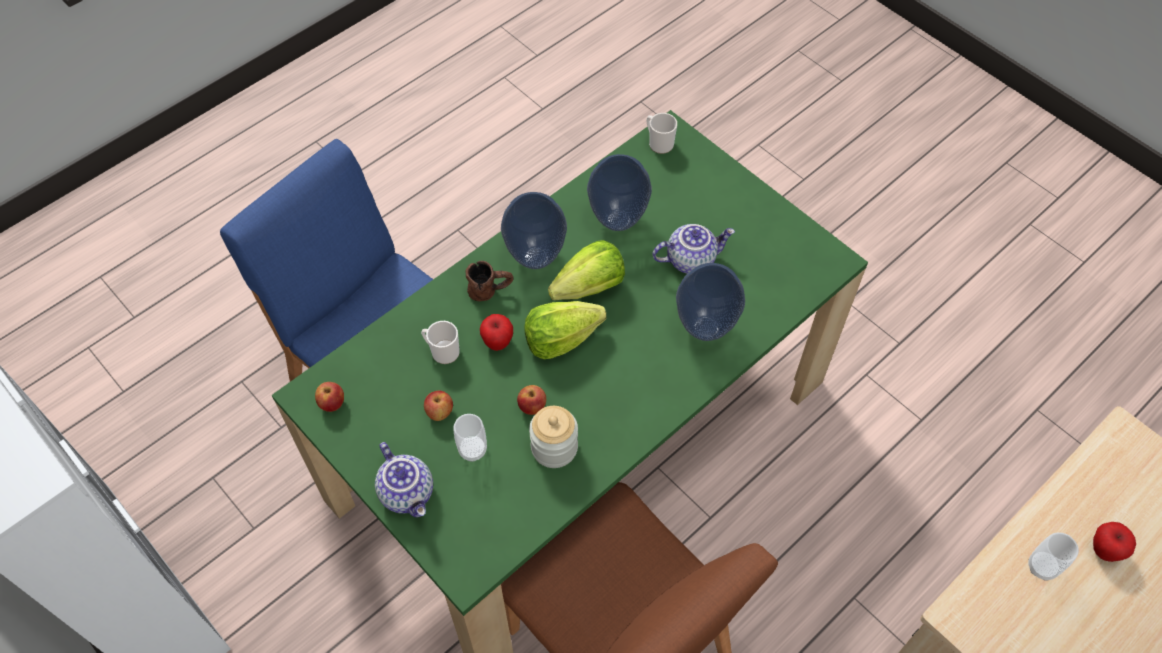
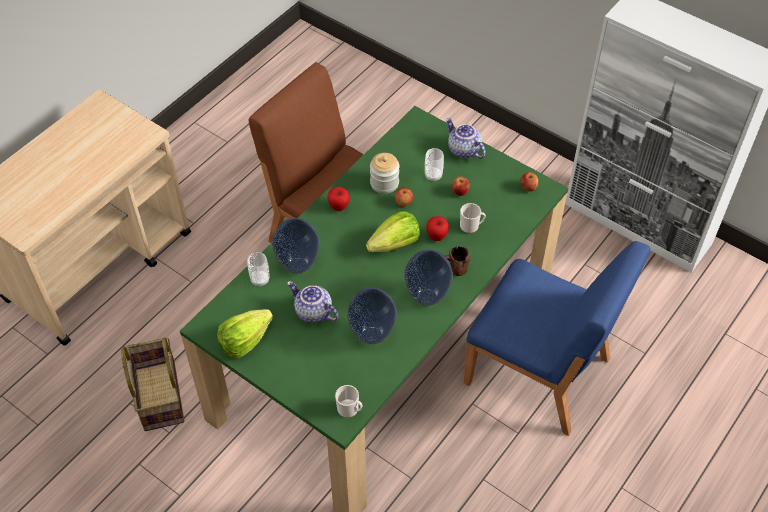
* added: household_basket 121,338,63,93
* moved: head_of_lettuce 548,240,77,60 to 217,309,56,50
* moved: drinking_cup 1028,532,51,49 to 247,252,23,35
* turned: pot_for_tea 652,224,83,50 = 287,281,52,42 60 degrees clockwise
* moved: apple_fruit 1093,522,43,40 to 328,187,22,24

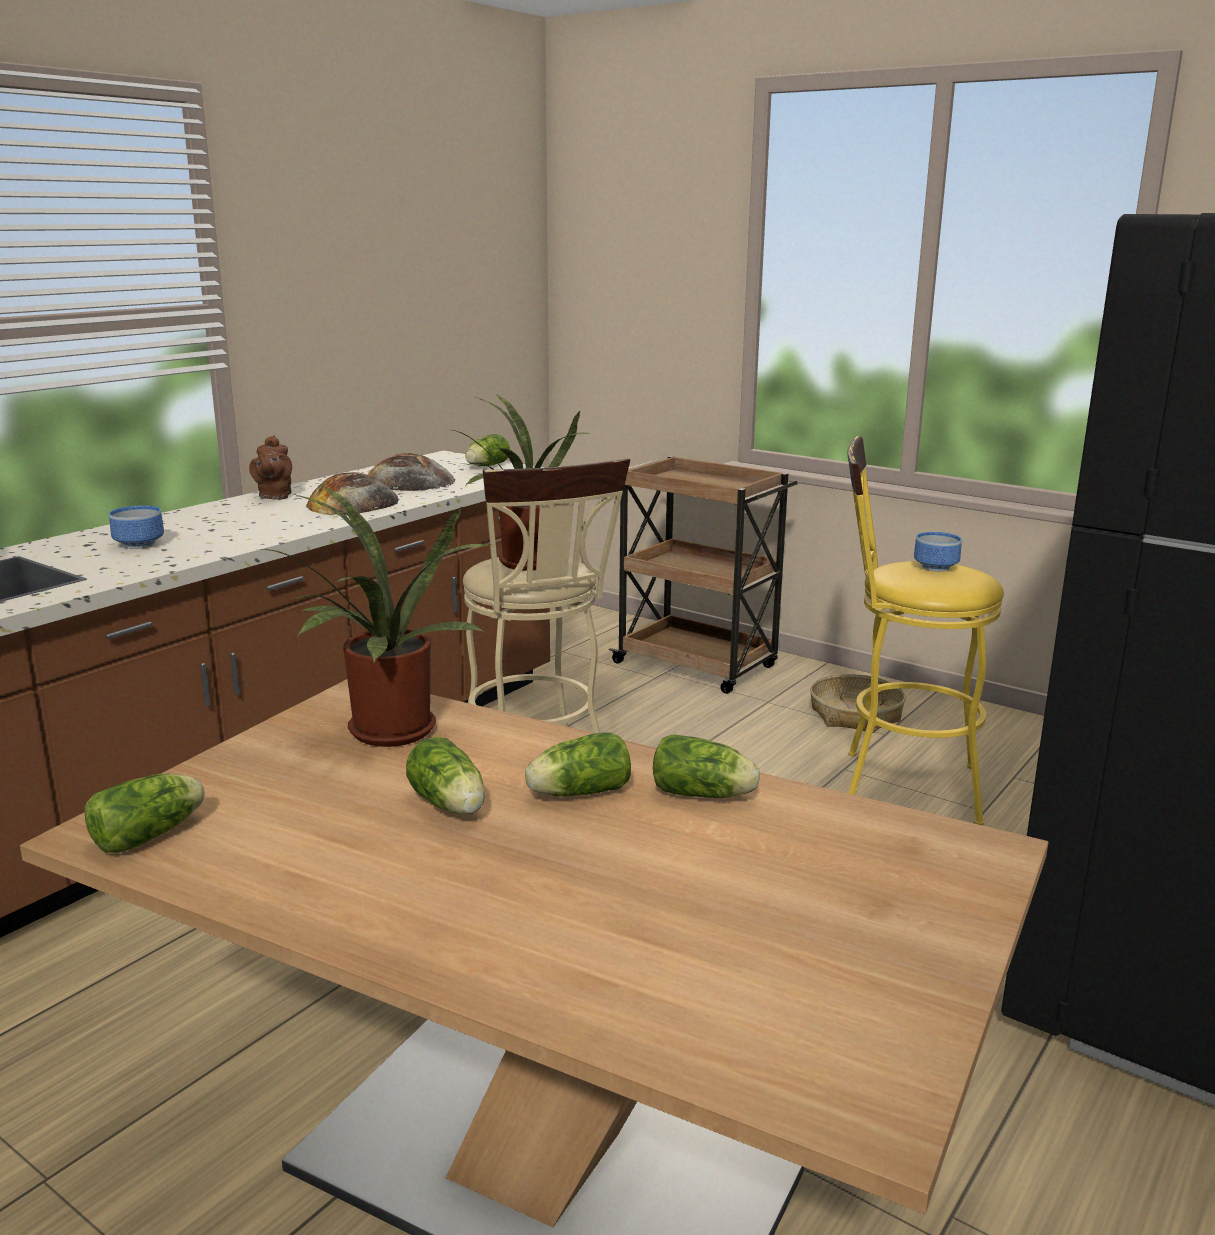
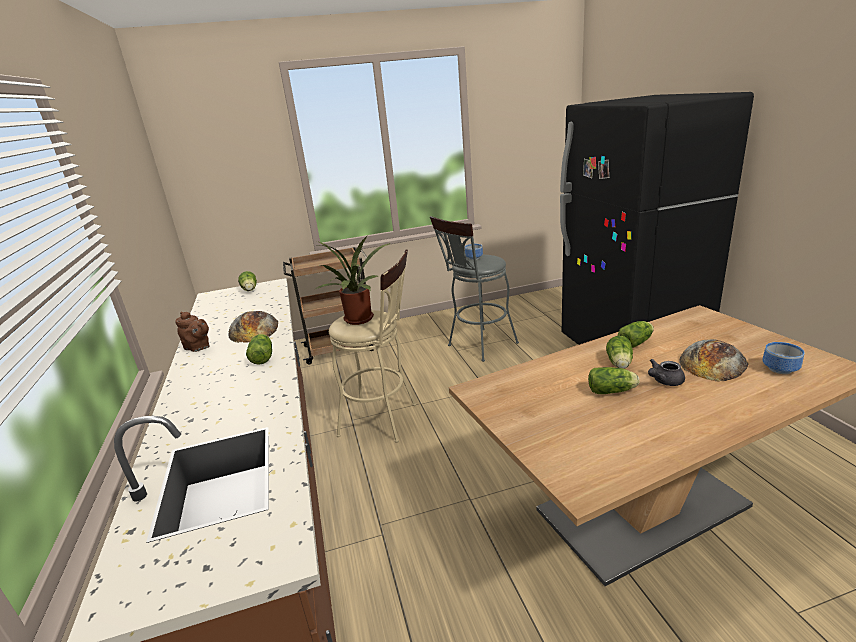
* moved: head_of_lettuce 85,773,120,80 to 246,334,26,31
* recoloured: yellow-coloured_sitting_stool 847,436,157,389 to grey_sitting_stool 430,216,89,146
* added: grey_pot_for_tea 648,359,37,27
* moved: bakery_bread 367,453,88,38 to 679,339,70,43
* moved: deep_dish 109,506,55,43 to 762,342,43,32
* removed: plant_in_a_pot 261,485,229,262
* removed: household_basket 810,674,96,59

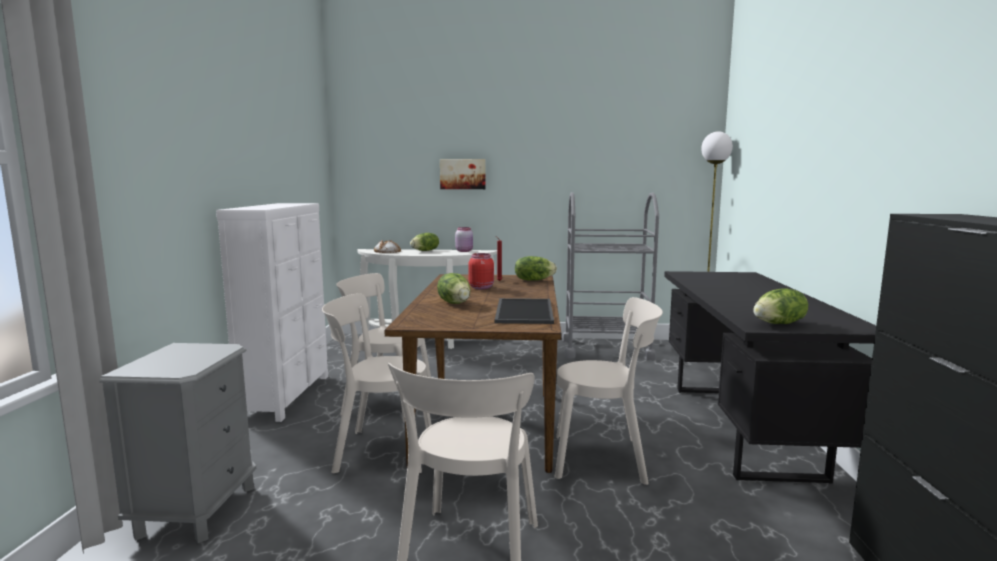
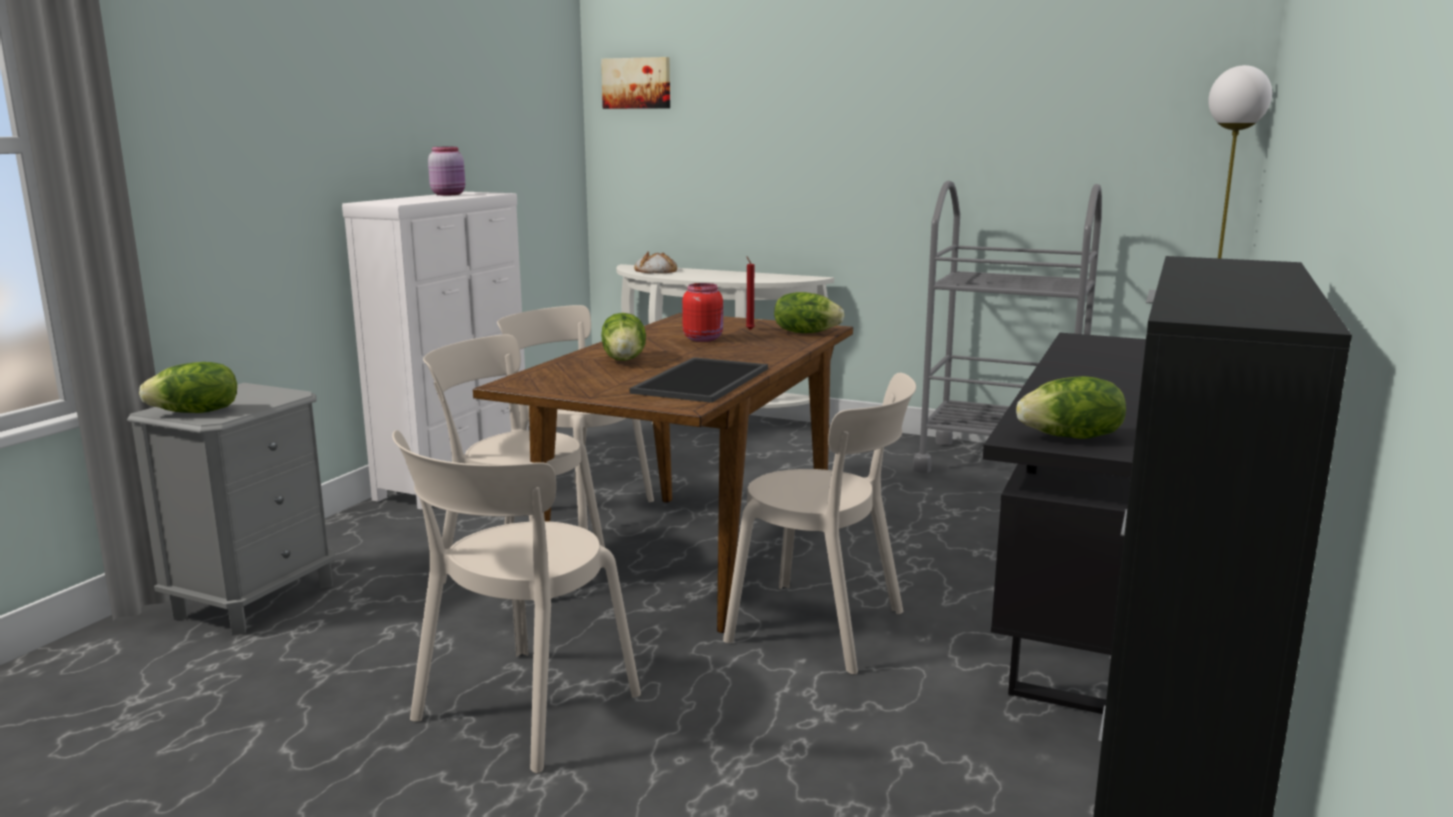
* moved: head_of_lettuce 410,233,29,18 to 139,362,98,51
* moved: pink-coloured_preserve_jar 455,227,18,25 to 428,147,37,48
* moved: wall_art 440,159,46,30 to 601,57,69,52

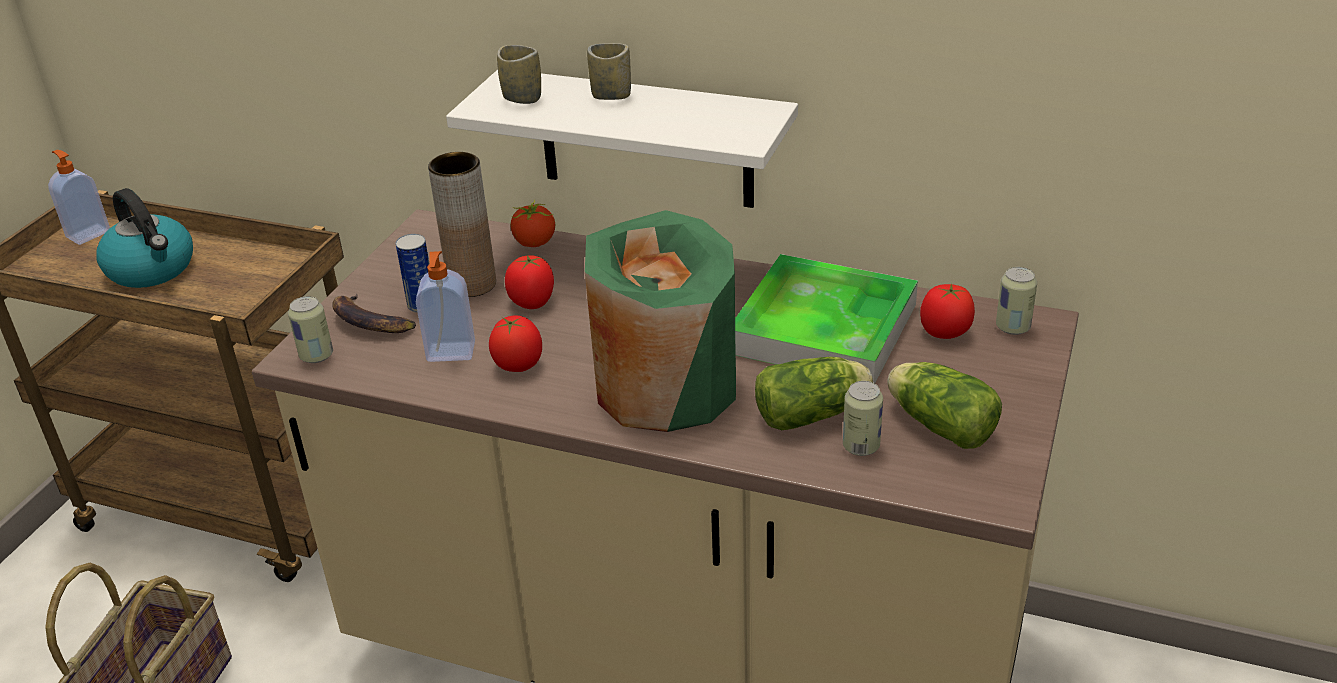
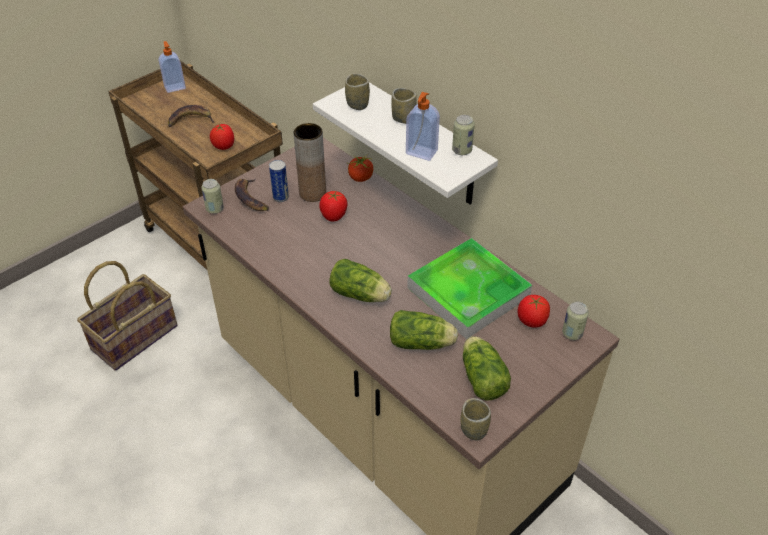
* replaced: water_kettle 96,188,97,100 to banana 168,105,47,22
* moved: tomato 489,315,53,57 to 210,123,24,27
* replaced: green_decorative_vase 585,210,151,222 to head_of_lettuce 329,259,63,43
* moved: liquid_soap_bottle 416,251,59,111 to 406,92,34,69
* moved: can 843,381,40,75 to 452,115,23,40
* added: drinking_cup 460,398,31,42

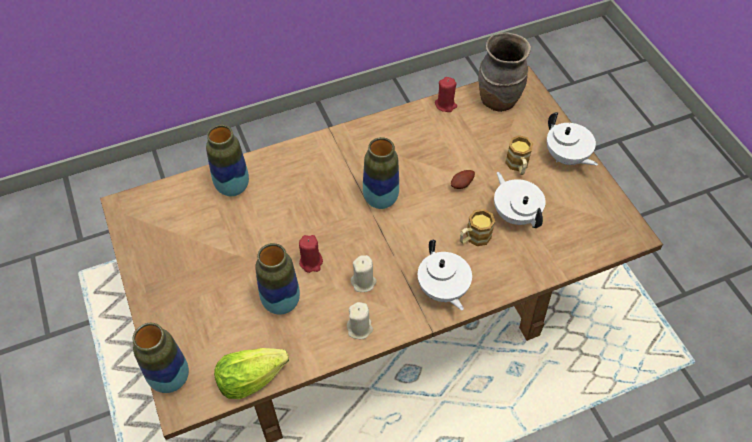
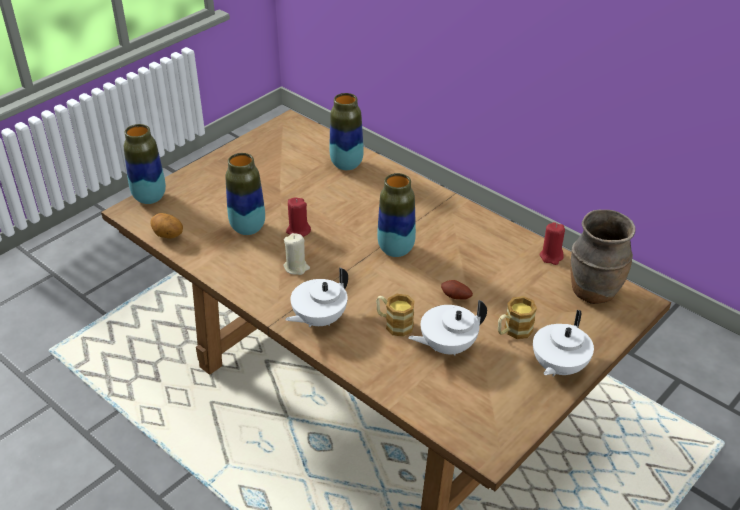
* replaced: head_of_lettuce 214,348,75,51 to potato 150,213,33,26
* turned: white_pot_for_tea 494,172,52,56 = 408,300,79,56 150 degrees counterclockwise
* removed: beige_candle 347,302,26,37

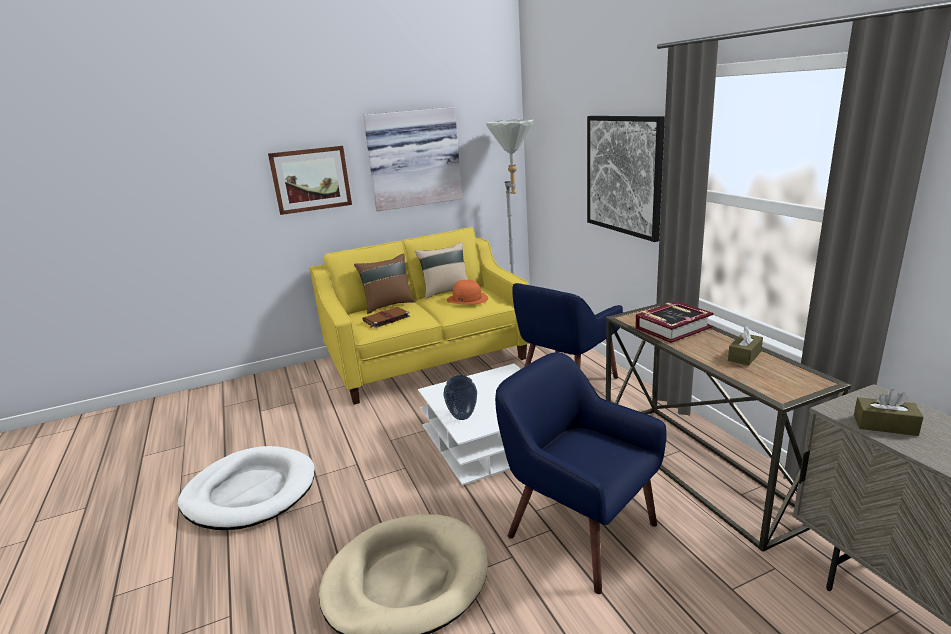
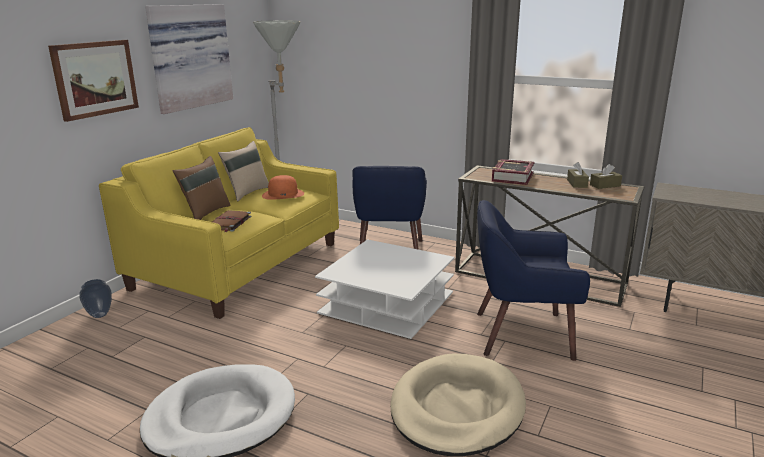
* moved: decorative_vase 443,375,34,45 to 79,279,33,39
* moved: brownish_tissue_holder 854,389,70,47 to 590,164,32,25
* removed: wall_art 587,116,78,126

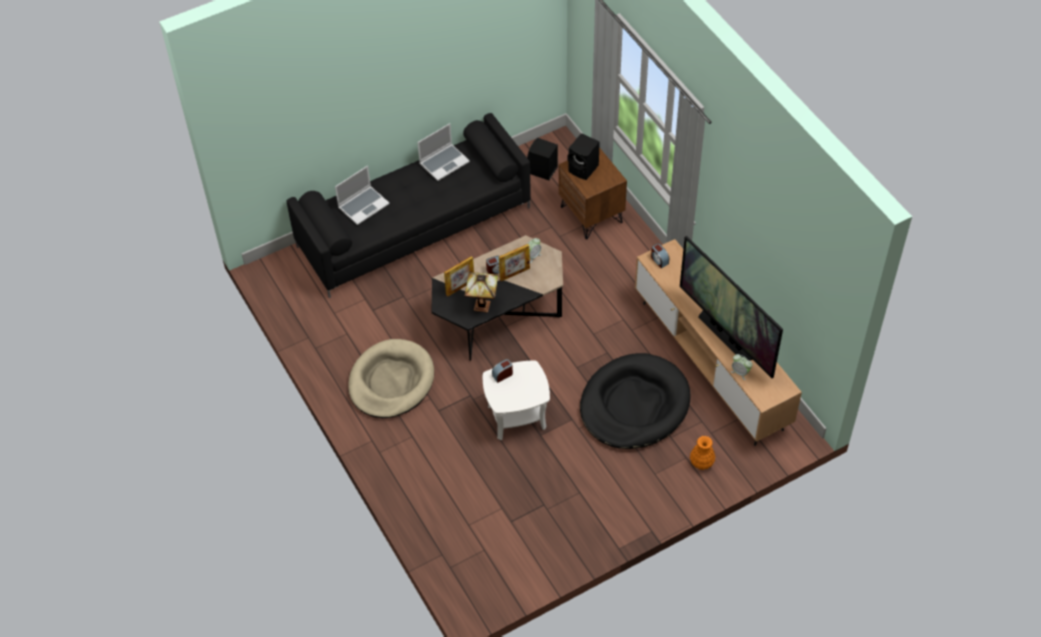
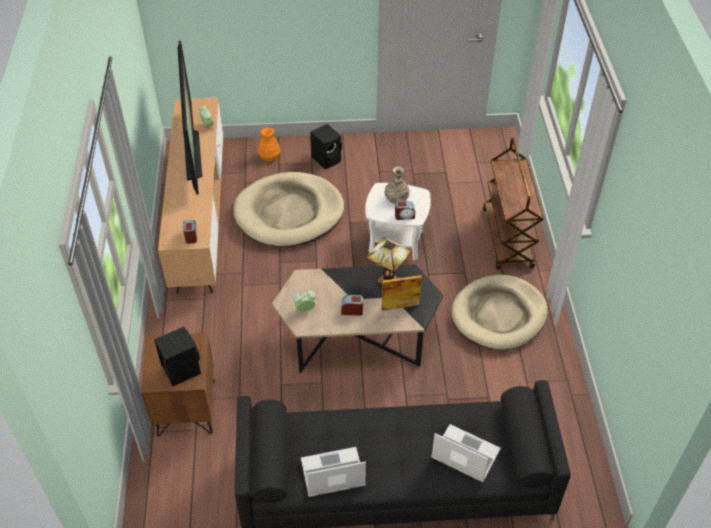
* recoloured: black_dog_bed 580,353,111,96 to beige_dog_bed 233,172,111,75
* moved: black_loudspeaker 527,138,31,43 to 311,124,31,45
* added: decorative_vase 385,167,25,37
* turned: portable_computer 335,166,55,59 = 431,424,70,58 45 degrees clockwise
* added: brownish_wheeled_cart 483,138,61,132
* removed: photo_frame 499,244,31,37

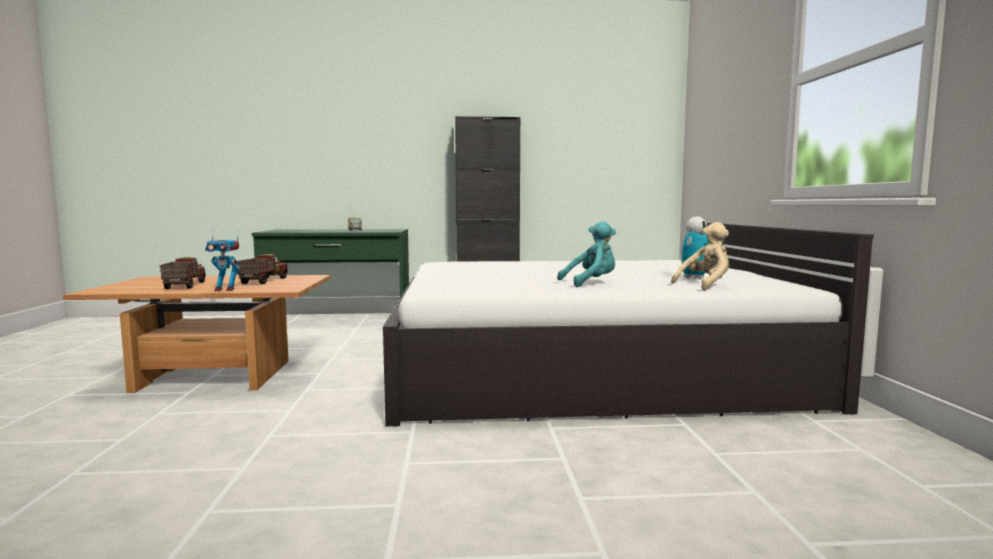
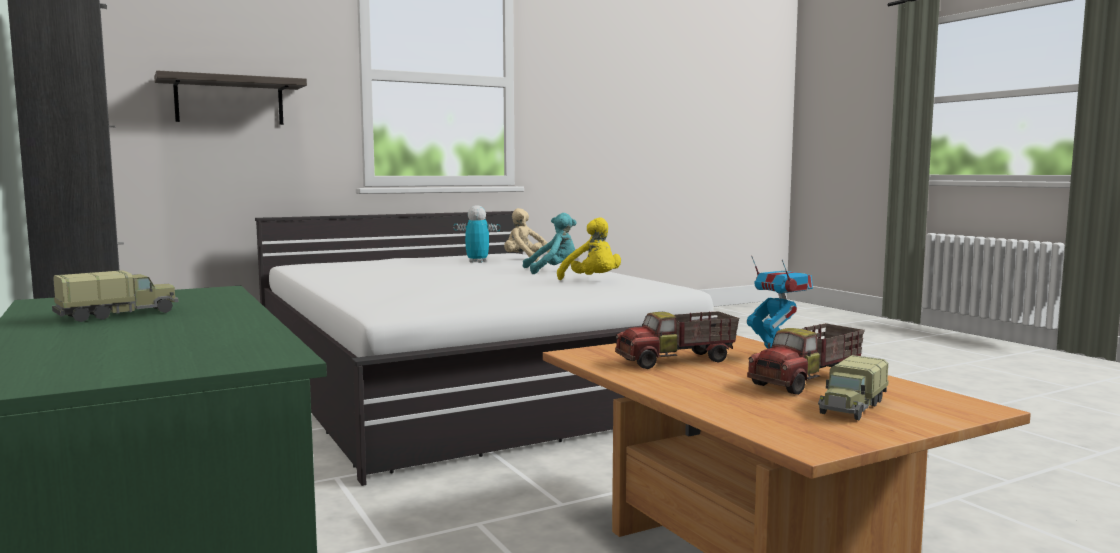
* added: wall_shelf 154,70,153,55
* turned: turquoise-coloured_soft_toy 557,221,59,66 = 523,213,53,61 120 degrees clockwise
* added: yellow-coloured_soft_toy 557,217,64,63
* added: toy_lorry 818,355,70,65

